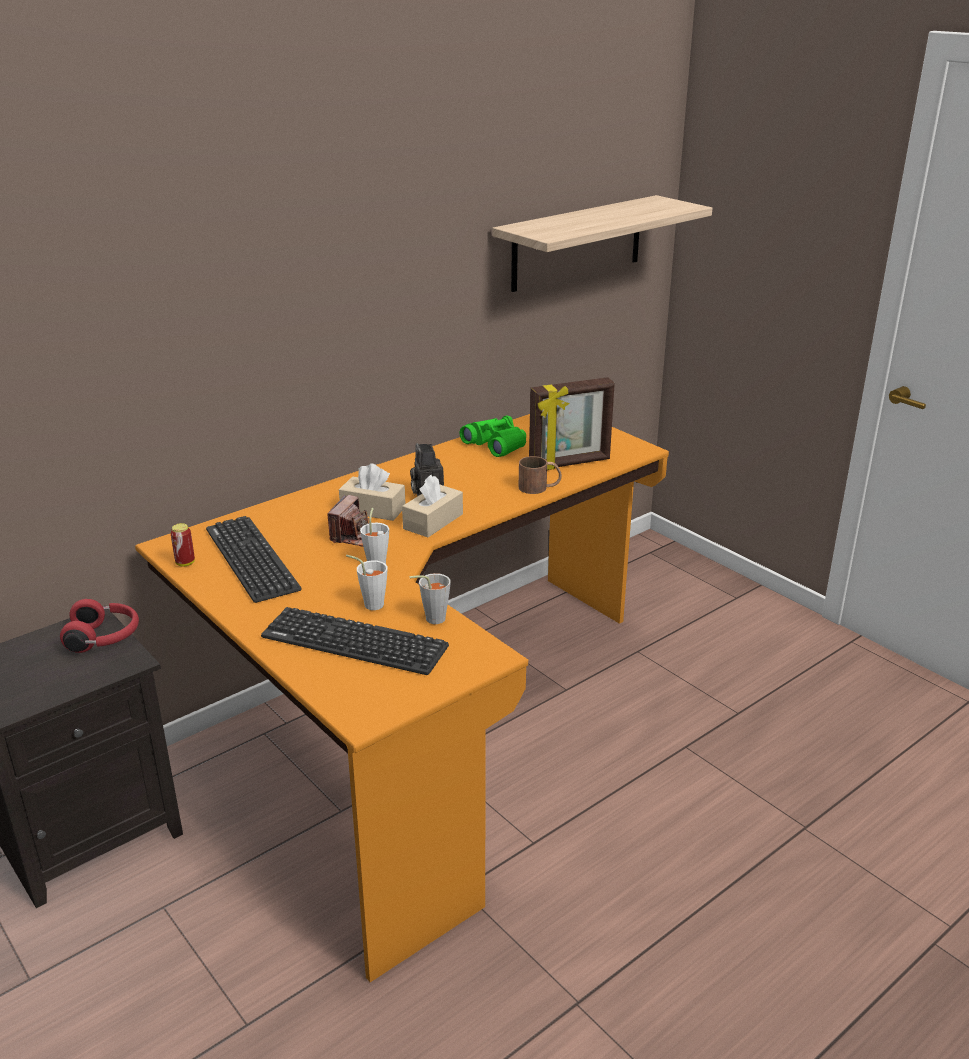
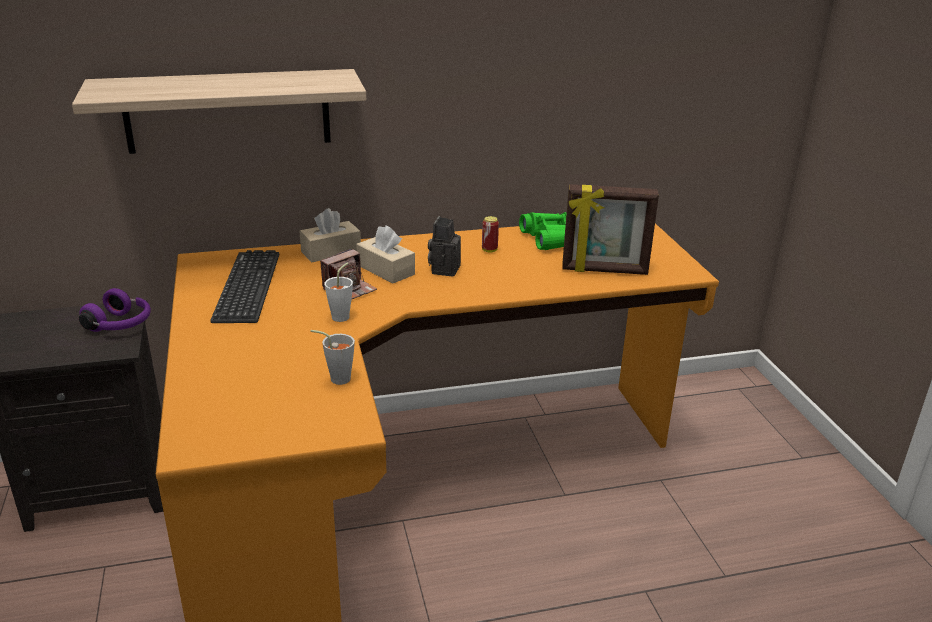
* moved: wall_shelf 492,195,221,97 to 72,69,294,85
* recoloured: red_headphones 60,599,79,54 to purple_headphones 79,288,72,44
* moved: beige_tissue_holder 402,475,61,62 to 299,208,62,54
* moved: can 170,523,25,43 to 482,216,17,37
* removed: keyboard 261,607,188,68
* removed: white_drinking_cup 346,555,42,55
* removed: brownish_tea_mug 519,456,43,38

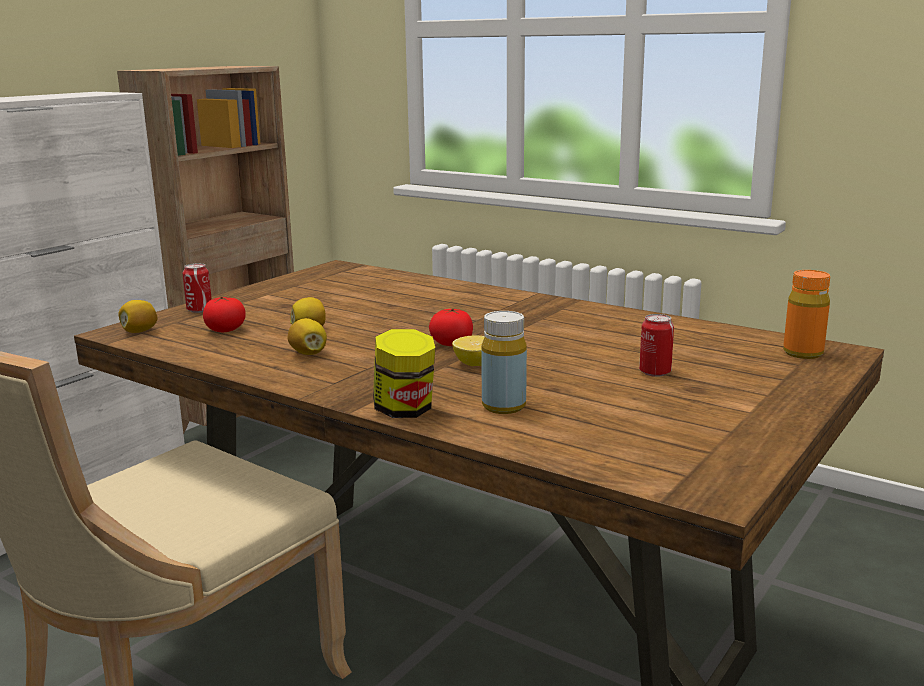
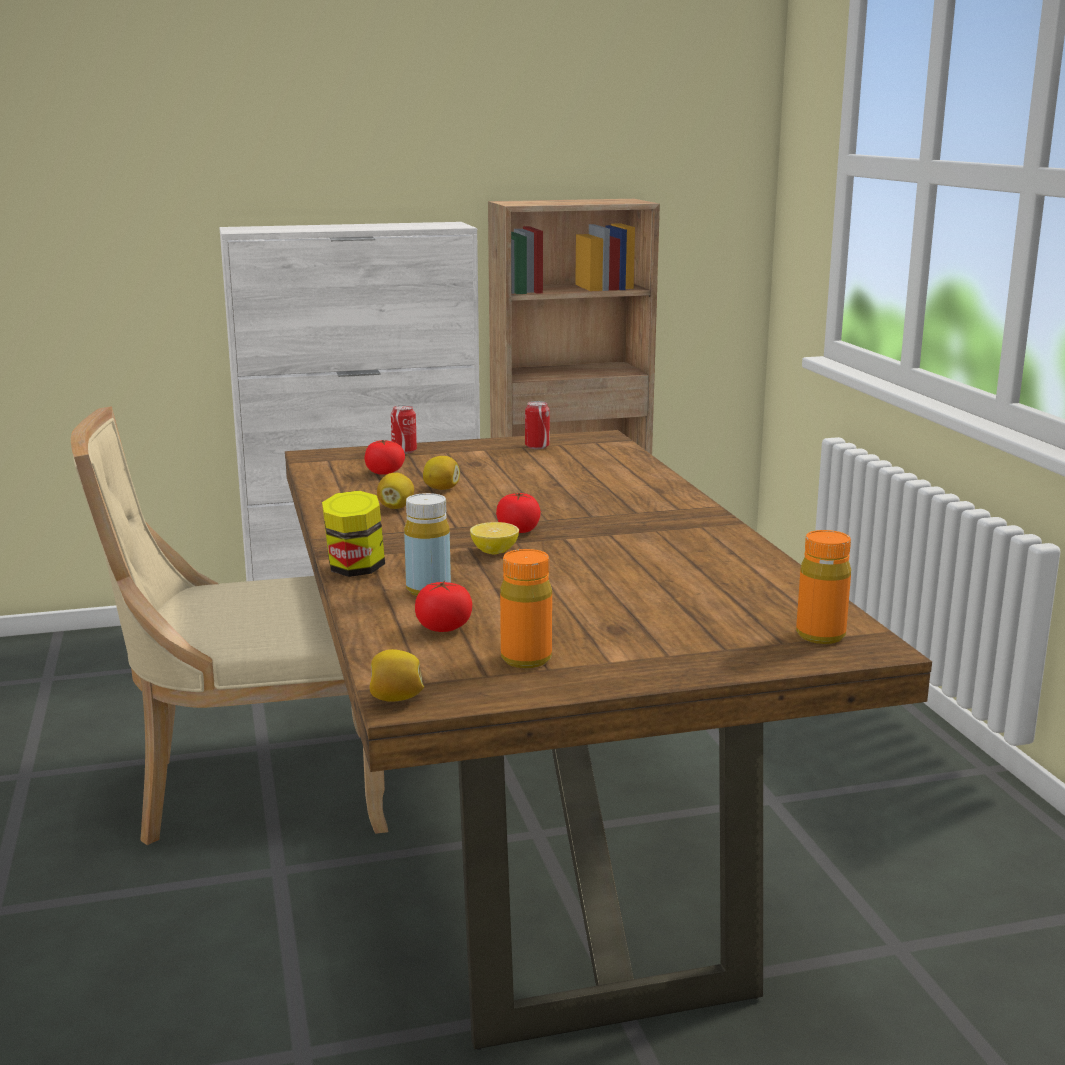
* moved: whole_lemon 119,300,38,33 to 370,649,54,53
* added: tomato 415,581,57,51
* added: orange-coloured_bottle 500,549,52,119
* moved: can 639,314,35,63 to 525,401,25,48

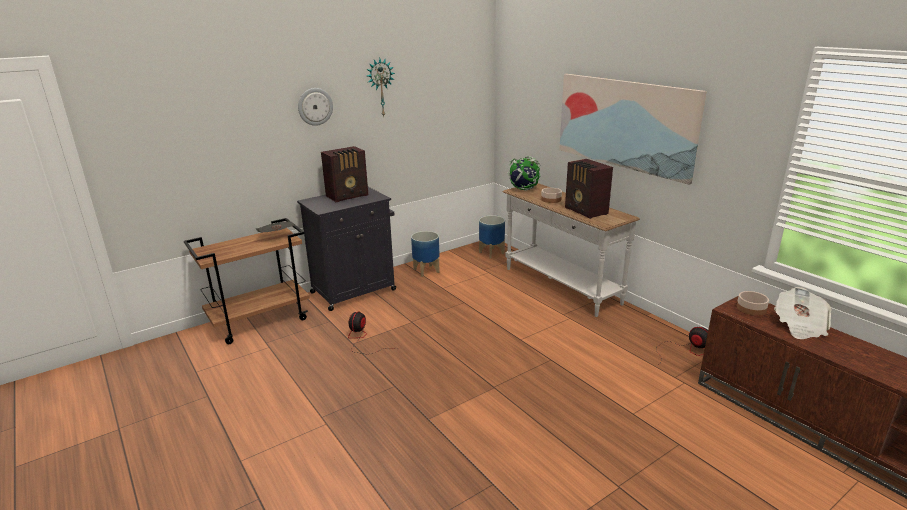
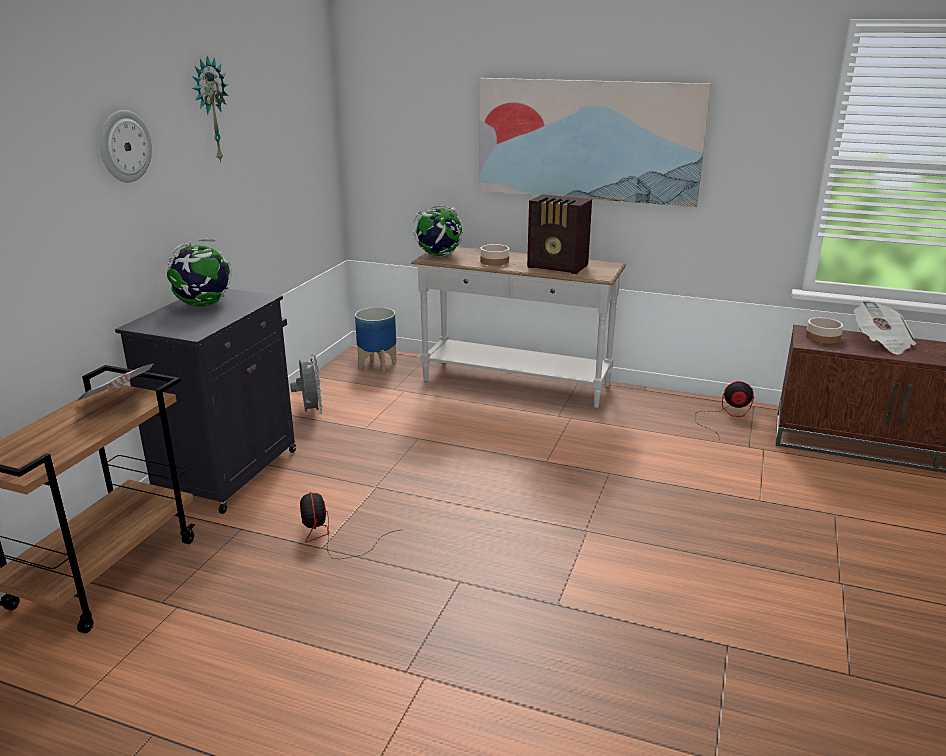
* replaced: radio 321,146,47,56 to desk_globe 167,239,65,68
* replaced: plant_pot 411,231,29,46 to grey_electric_fan 290,355,32,60

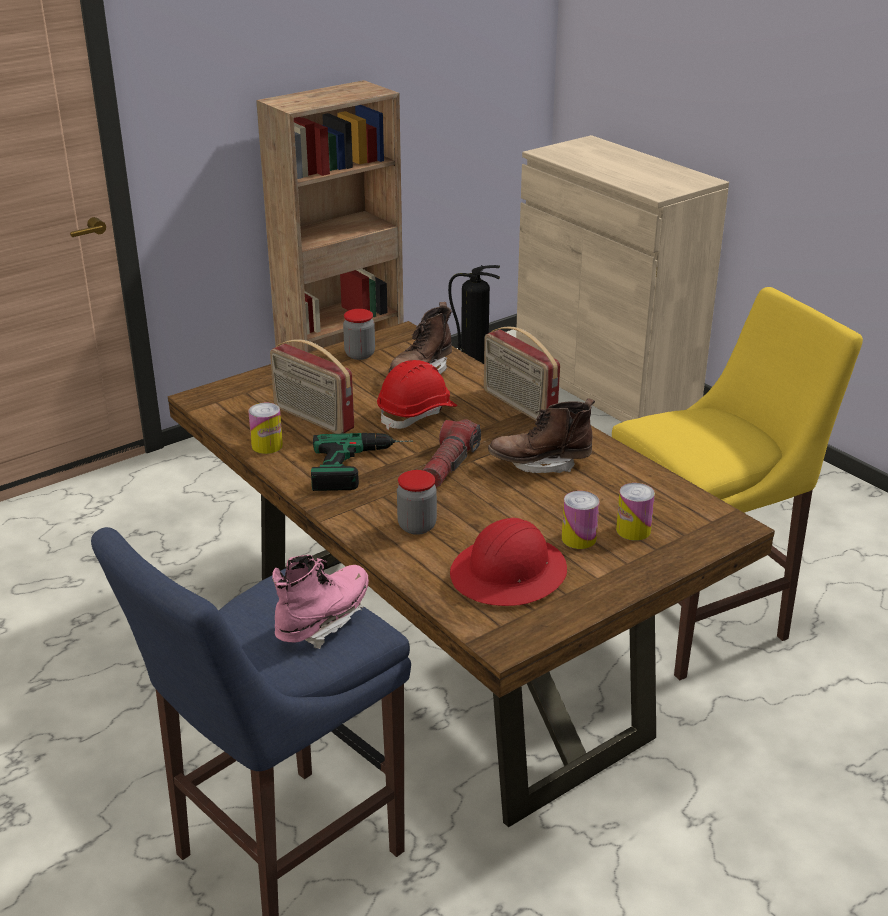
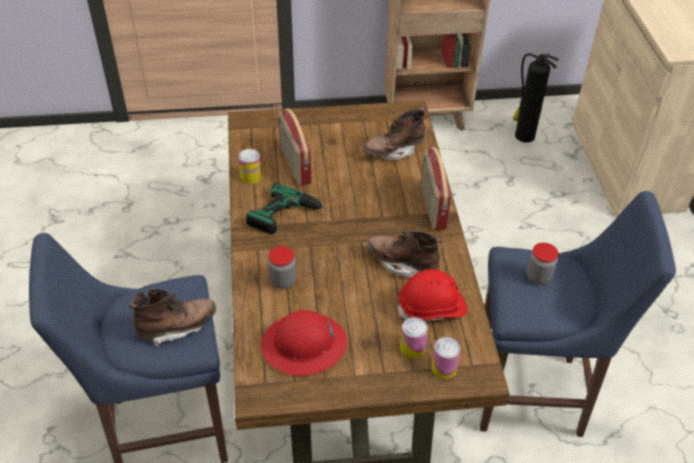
* recoloured: pink-coloured_boot 272,555,97,94 to brownish_boot 129,288,87,59
* moved: red_hard_hat 377,360,80,70 to 398,269,69,52
* moved: can 562,491,37,58 to 431,337,30,42
* recoloured: yellow-coloured_sitting_stool 612,287,251,393 to blue_sitting_stool 480,191,196,246
* moved: preserve_jar 343,309,32,51 to 527,243,32,42
* removed: hand_torch 423,419,58,68

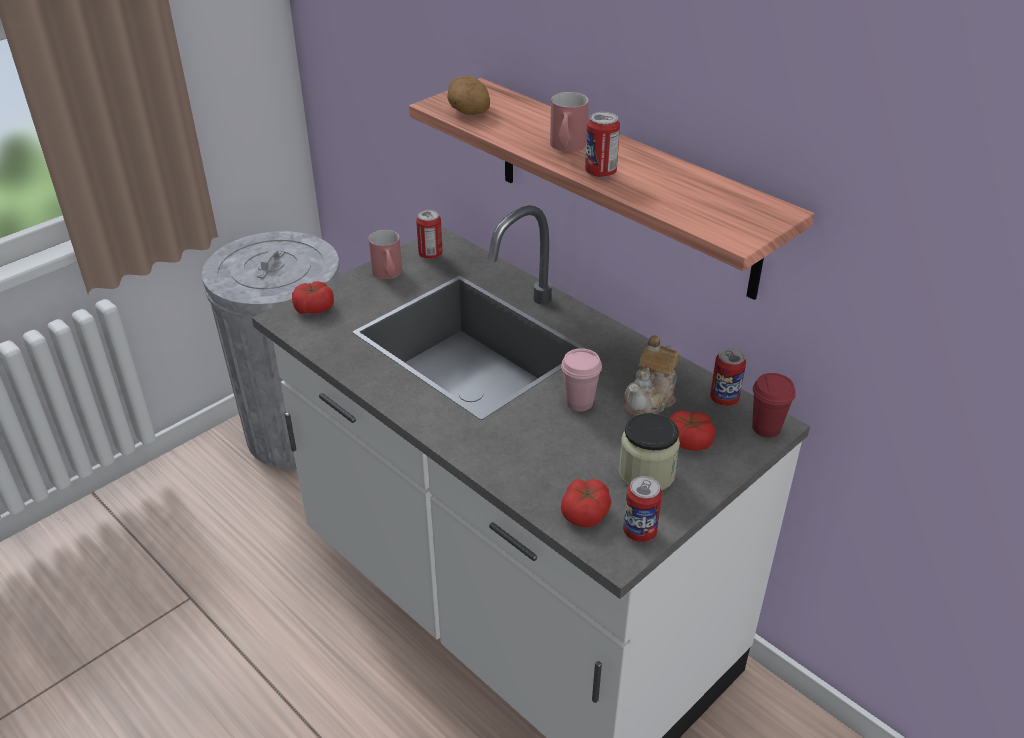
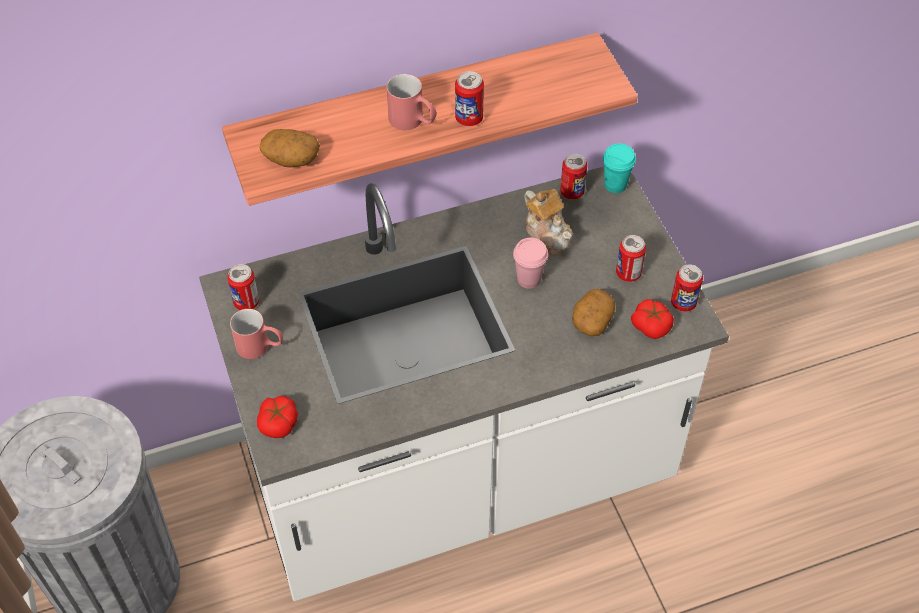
* added: potato 572,289,43,47
* recoloured: red_drinking_cup 752,373,44,65 to turquoise-coloured_drinking_cup 603,143,33,50
* replaced: preserve_jar 619,413,61,77 to can 616,235,30,47
* removed: tomato 669,411,46,40

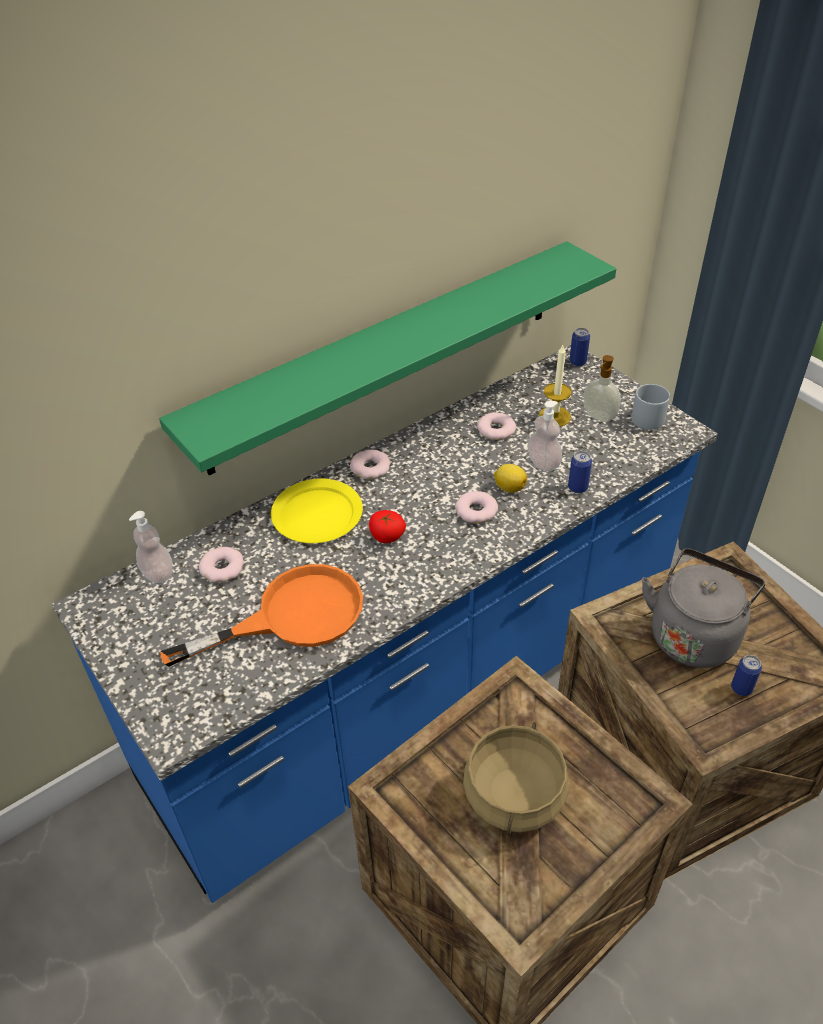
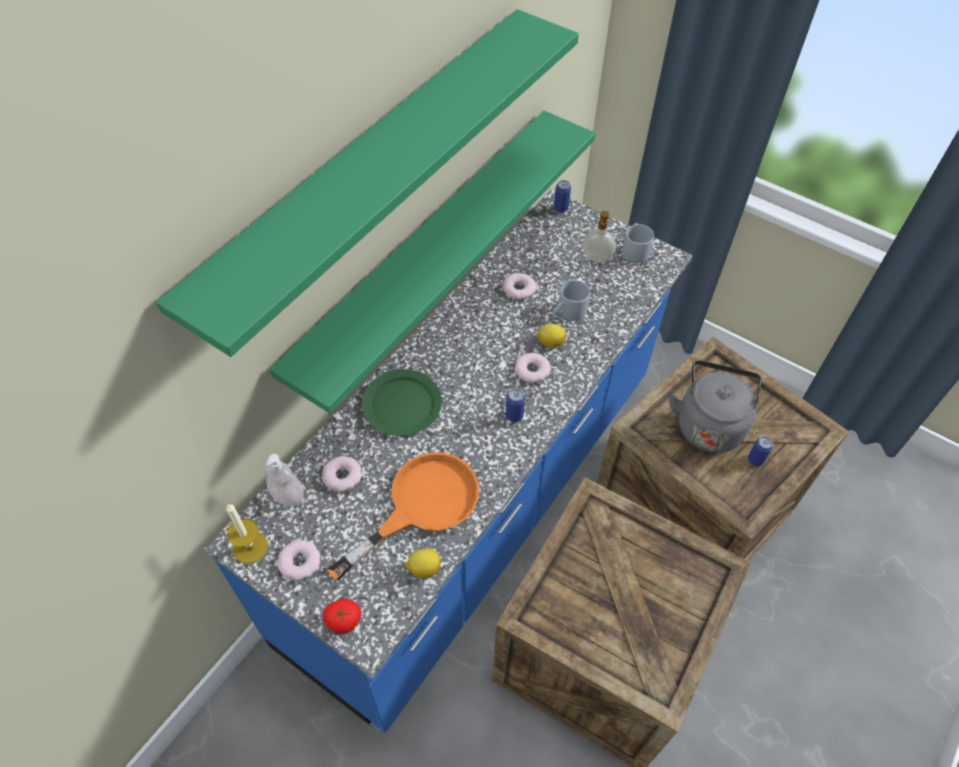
* added: green_wall_shelf 156,9,423,348
* moved: candle 539,345,33,82 to 226,504,42,60
* moved: doughnut 350,449,40,30 to 278,540,42,41
* moved: tomato 369,510,37,33 to 323,599,38,35
* recoloured: yellow-coloured_plate 271,478,92,65 to green_plate 361,369,81,67
* added: whole_lemon 405,549,36,29
* moved: can 568,451,24,42 to 506,388,19,34
* replaced: liquid_soap_bottle 527,401,35,70 to grey_tea_mug 554,280,36,41
* removed: beige_stockpot 463,722,105,113

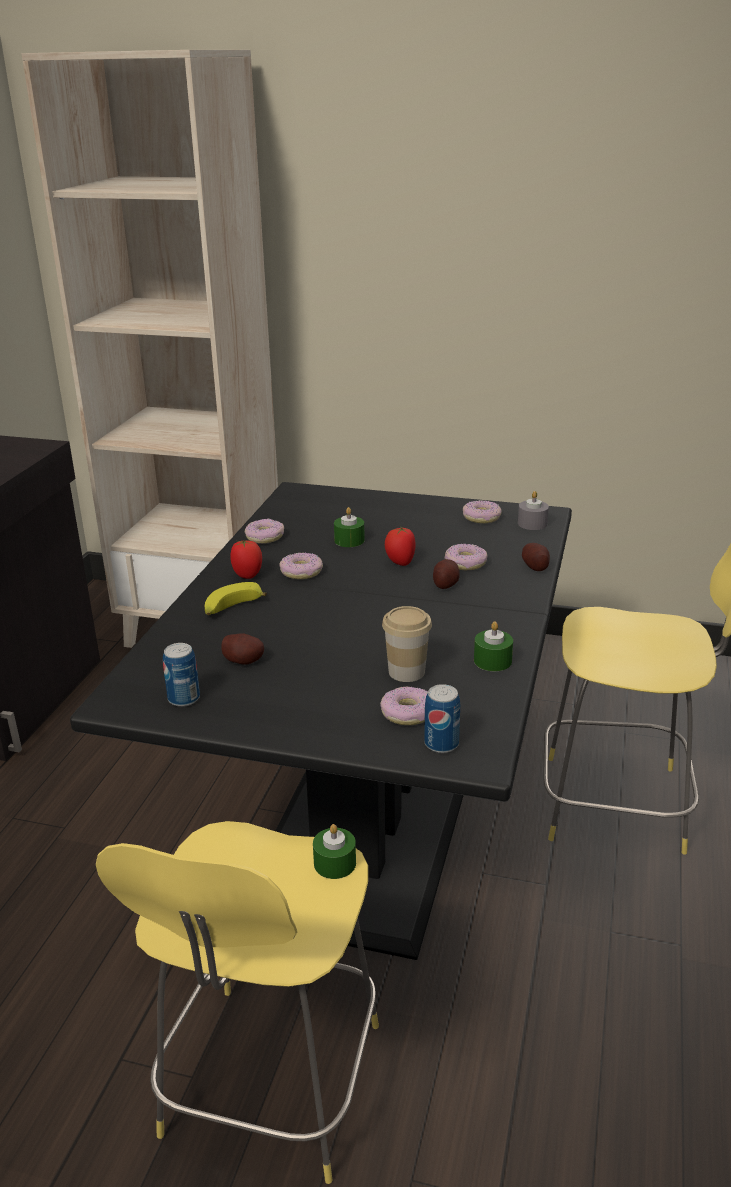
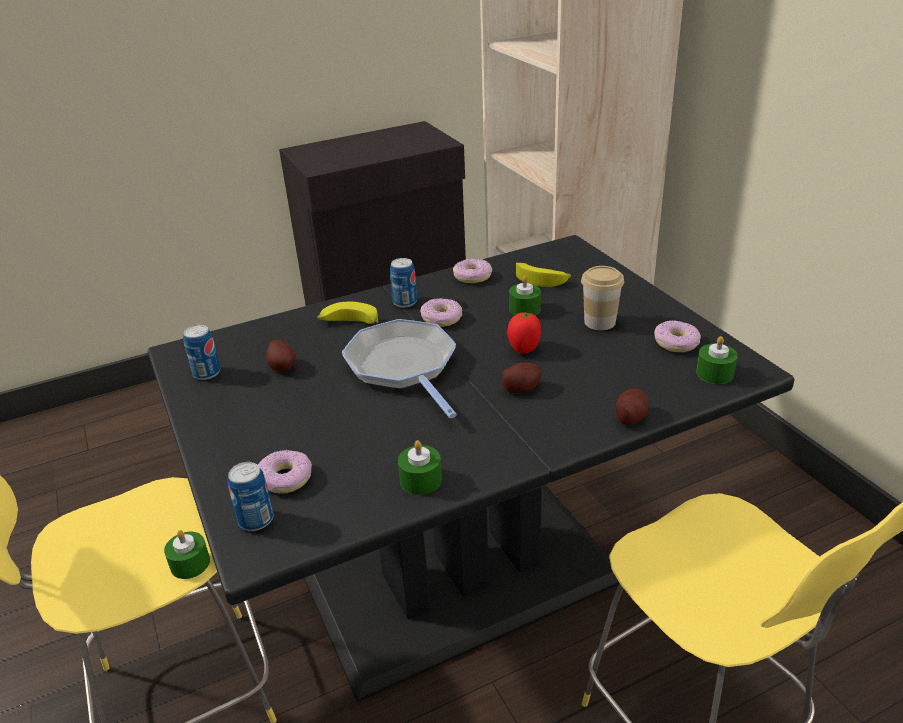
* added: pan 342,319,115,99
* replaced: tomato 230,540,32,39 to can 390,258,27,49
* added: banana 516,263,55,24
* moved: drinking_cup 382,606,50,76 to 581,266,43,64
* recoloured: grey_candle 518,491,31,39 to green_candle 696,336,42,48
* removed: doughnut 445,544,43,26

